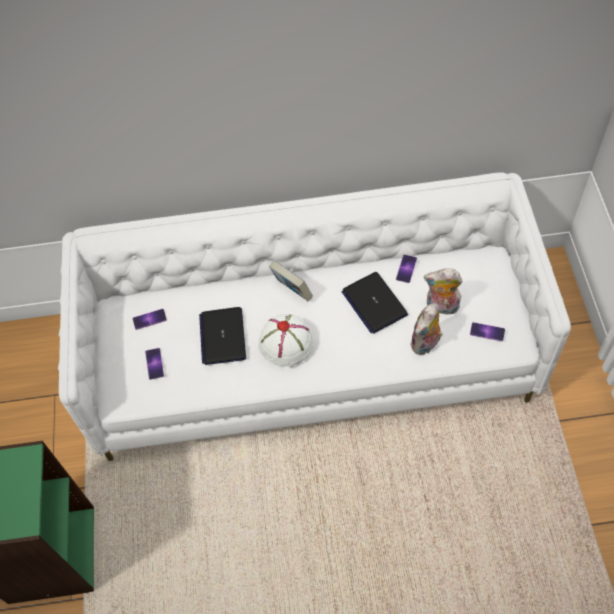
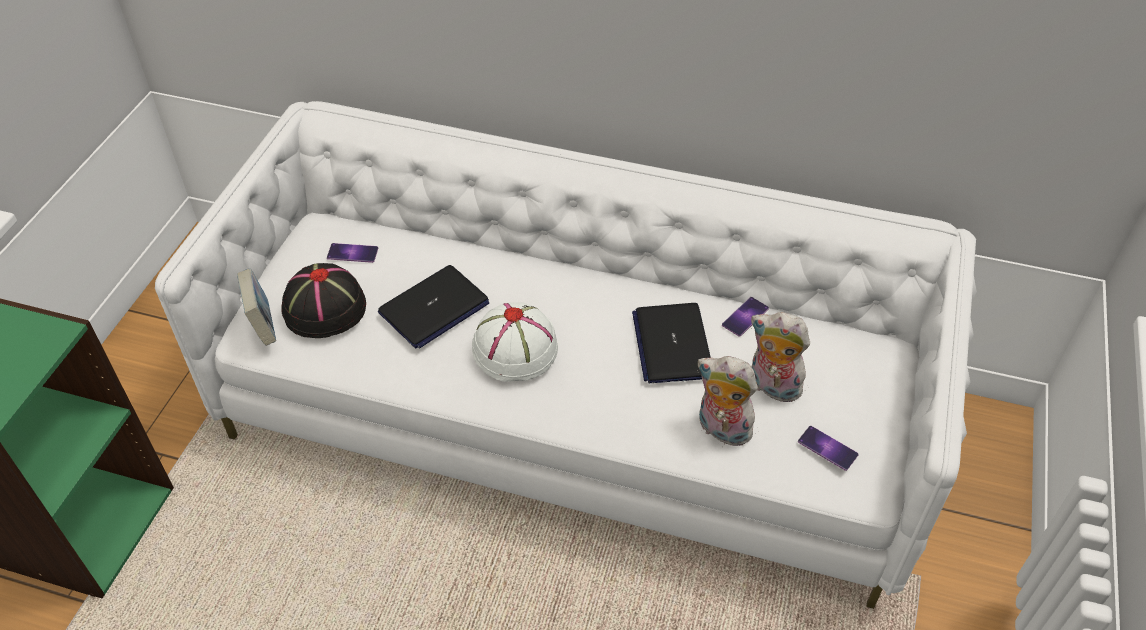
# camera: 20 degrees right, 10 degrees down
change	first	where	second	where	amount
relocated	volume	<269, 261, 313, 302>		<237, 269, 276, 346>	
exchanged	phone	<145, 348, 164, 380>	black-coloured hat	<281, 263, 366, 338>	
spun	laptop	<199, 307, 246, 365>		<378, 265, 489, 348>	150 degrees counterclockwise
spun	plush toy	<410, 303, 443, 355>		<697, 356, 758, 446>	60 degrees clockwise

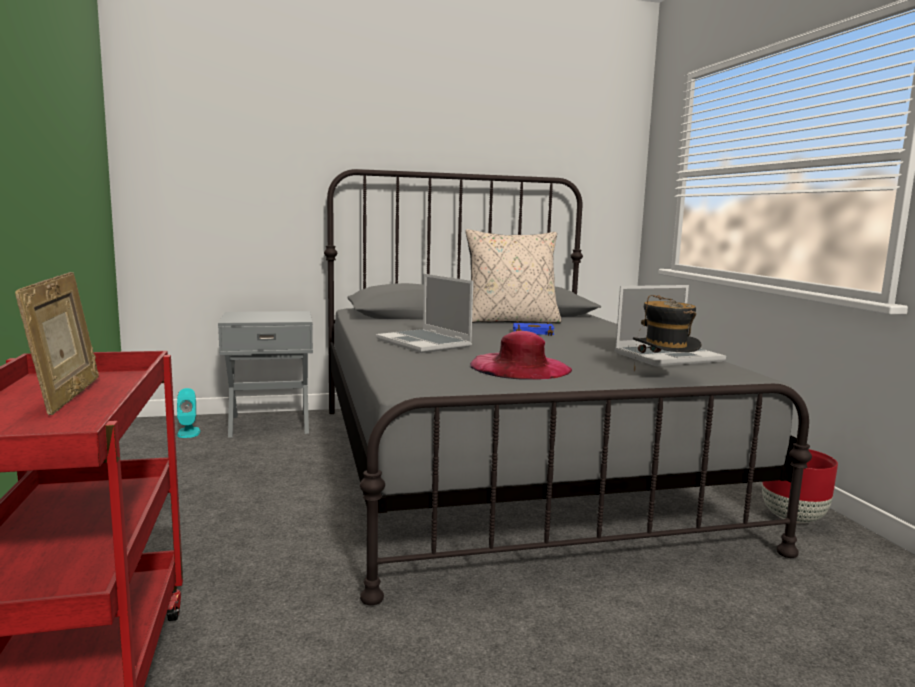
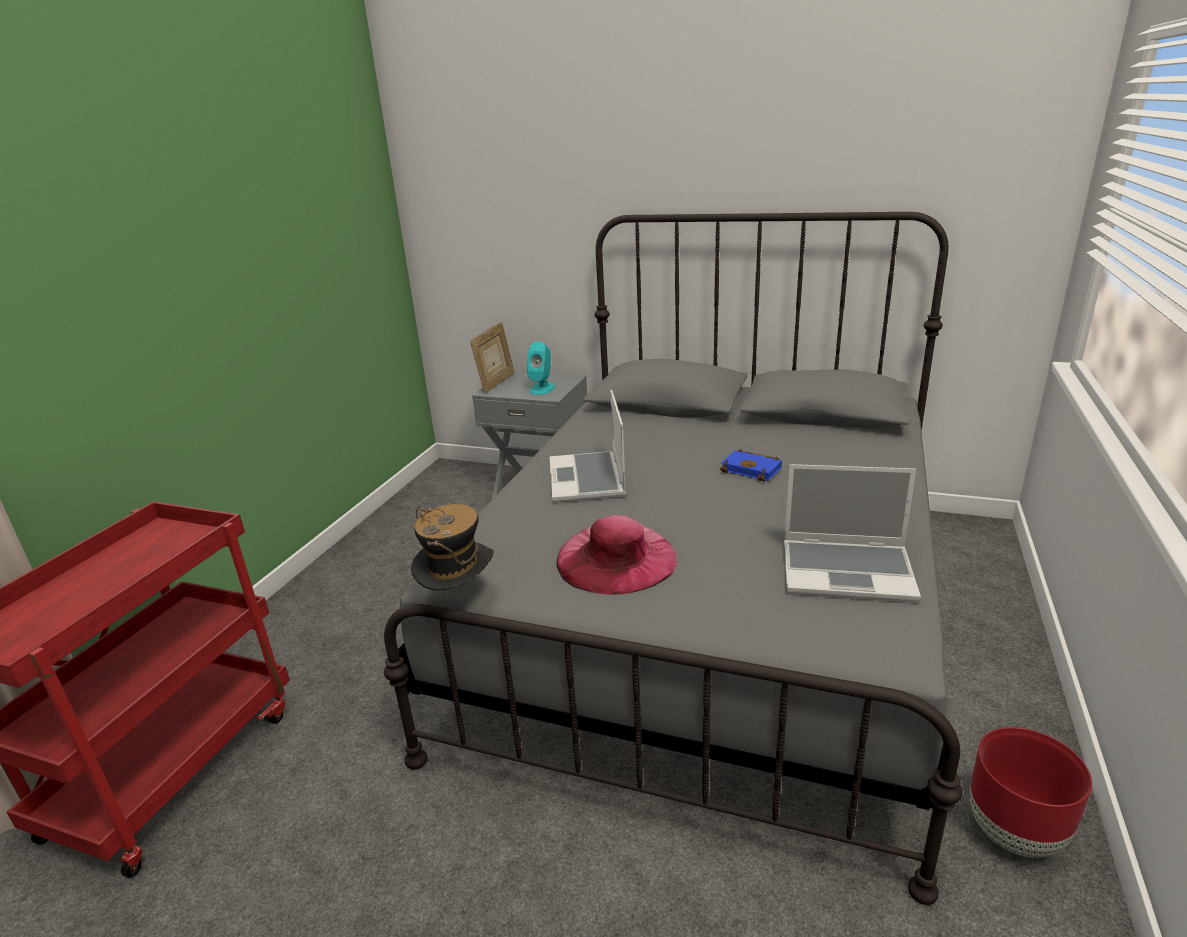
# camera: 35 degrees right, 15 degrees up
change	first	where	second	where	amount
missing	beige-coloured throw pillow	<465, 229, 561, 324>			
relocated	picture frame	<15, 272, 99, 415>		<470, 322, 515, 393>	
relocated	blue-green audio speaker	<177, 388, 200, 438>		<527, 341, 555, 395>	
relocated	hat	<633, 295, 701, 372>		<411, 504, 494, 590>	

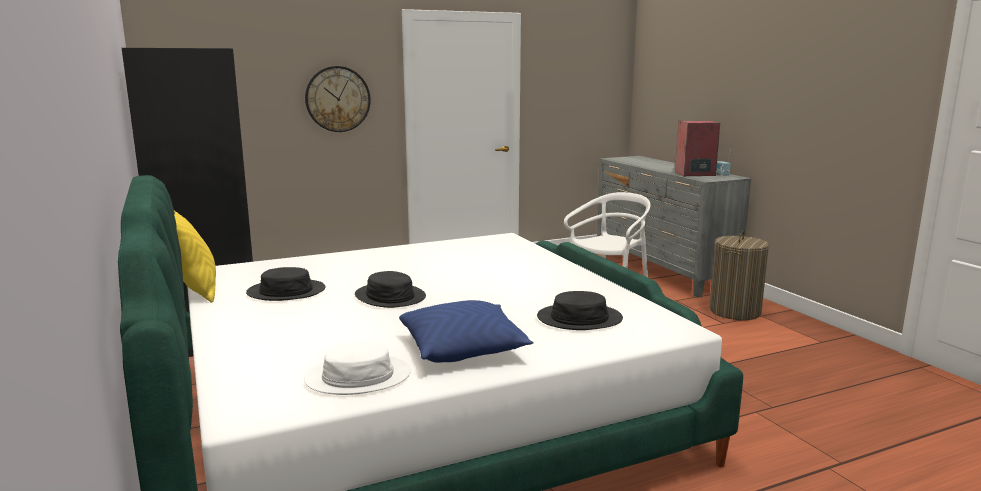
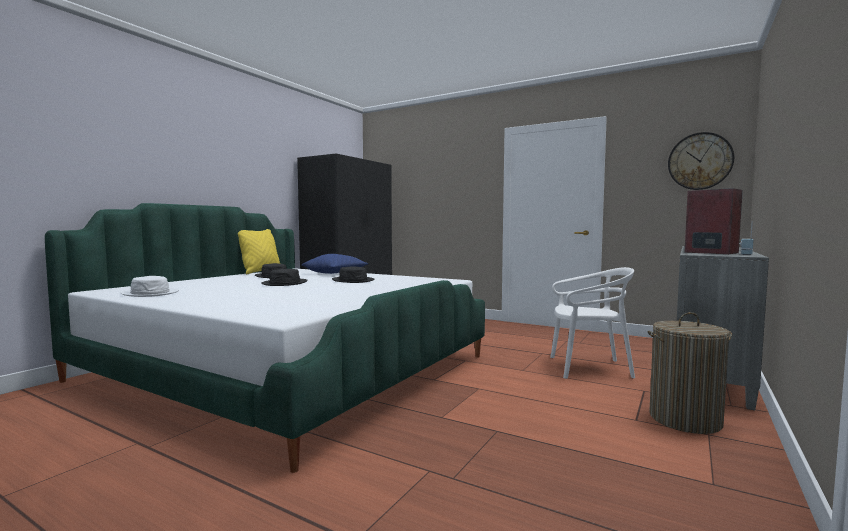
# camera: 55 degrees right, 10 degrees down
change	first	where	second	where	amount
relocated	hanging clock	<305, 66, 371, 132>		<668, 132, 734, 190>	
relocated	blue throw pillow	<399, 300, 534, 363>		<302, 254, 368, 274>	
relocated	black-coloured hat	<537, 291, 623, 330>		<332, 266, 374, 283>	

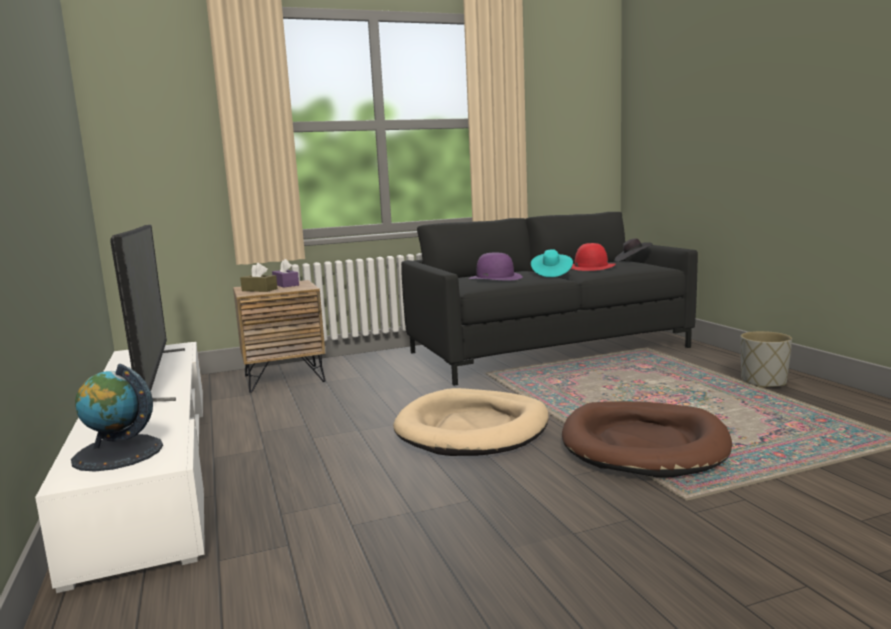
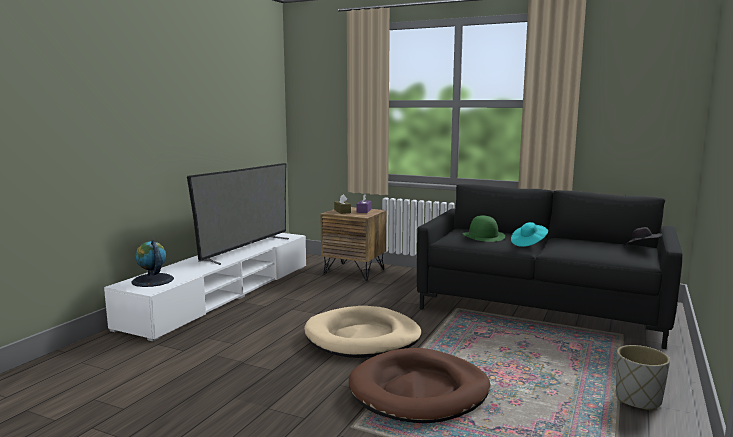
# camera: 45 degrees right, 0 degrees up
change	first	where	second	where	amount
missing	reddish hat	<571, 243, 616, 271>			
colour	purple-coloured hat	<468, 253, 523, 281>	greenish hat	<462, 215, 505, 242>	

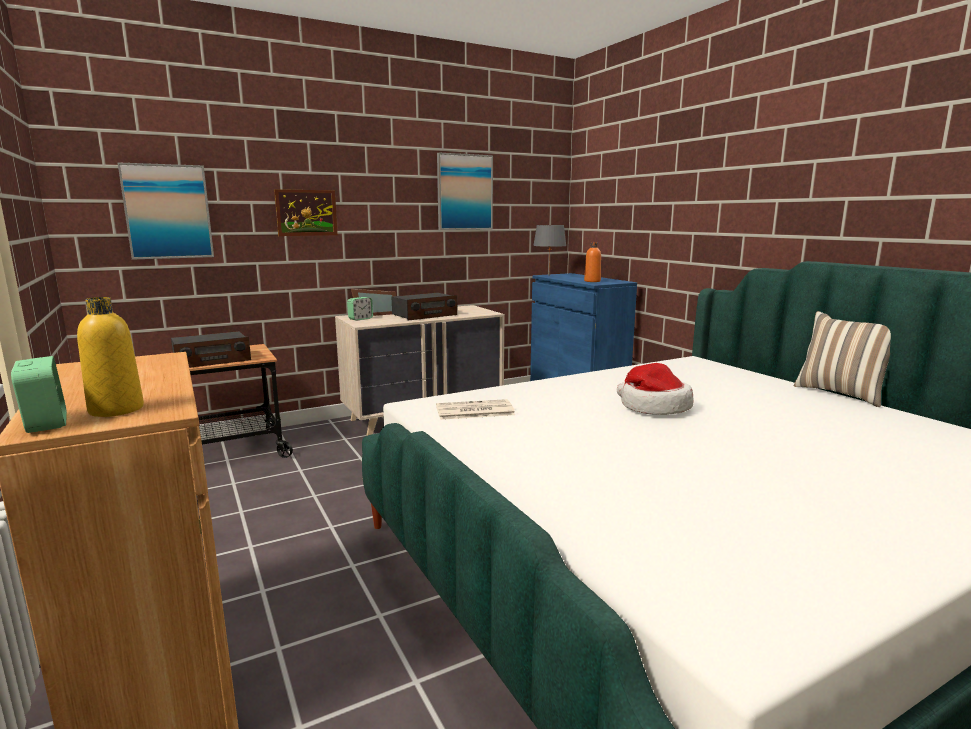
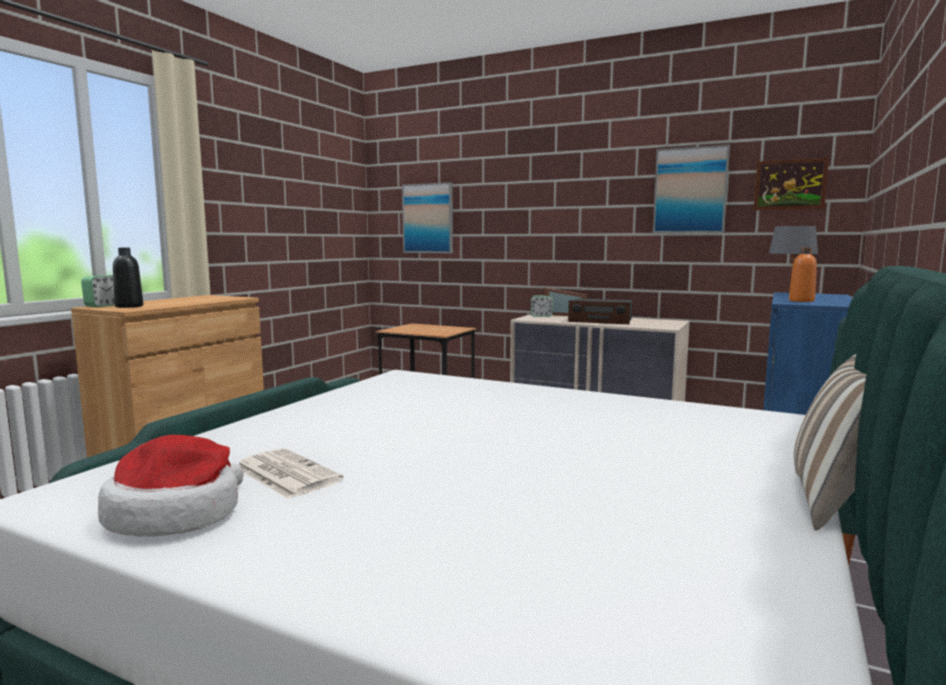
# camera: 55 degrees right, 5 degrees down
change	first	where	second	where	amount
missing	radio receiver	<171, 331, 251, 368>			
relocated	wall picture	<274, 189, 338, 236>		<754, 158, 829, 210>	
relocated	printed paper	<436, 399, 515, 420>		<239, 448, 343, 499>	
relocated	hat	<617, 363, 694, 415>		<98, 435, 243, 537>	
colour	yellow bottle	<77, 297, 144, 417>	black-coloured bottle	<113, 248, 143, 308>	

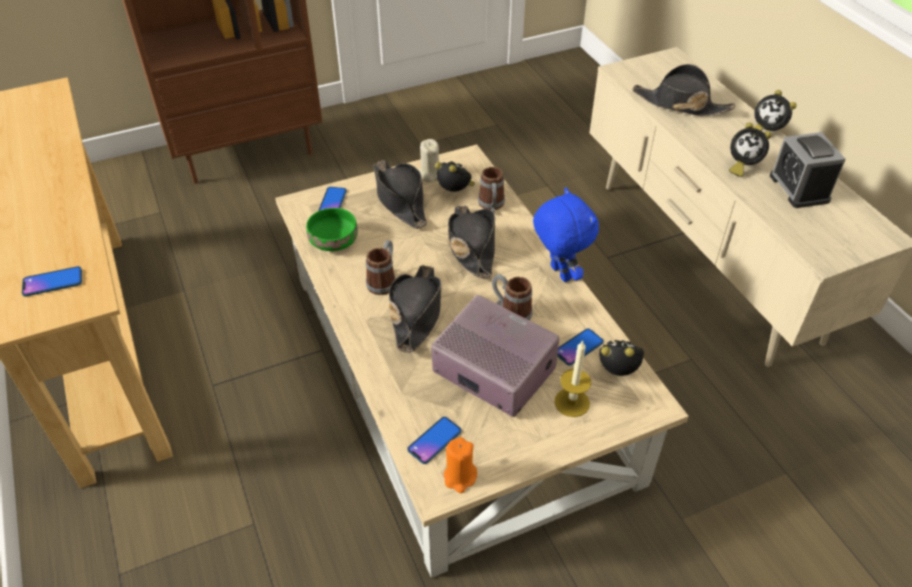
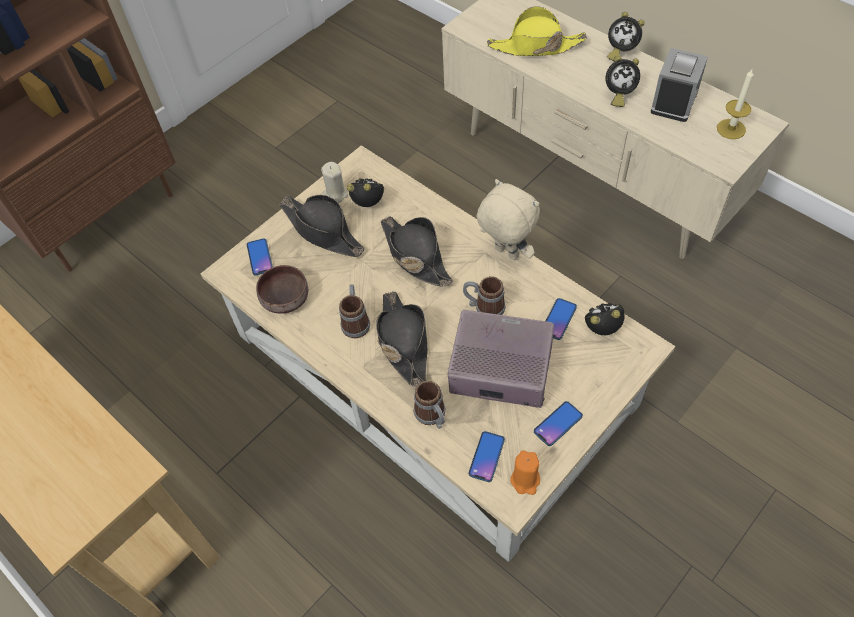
# camera: 20 degrees left, 10 degrees up
change	first	where	second	where	amount
relocated	phone	<22, 266, 82, 296>		<534, 401, 583, 446>	
relocated	tea mug	<478, 167, 505, 212>		<414, 381, 446, 429>	
relocated	candle	<554, 340, 591, 417>		<717, 69, 753, 139>	
colour	greenish deep dish	<306, 208, 358, 251>	brown deep dish	<256, 265, 308, 314>	
colour	blue plush toy	<533, 187, 599, 282>	beige-coloured plush toy	<477, 179, 540, 260>	
colour	black-coloured hat	<632, 64, 735, 116>	yellow hat	<487, 6, 587, 56>	
spun	bedside clock	<770, 132, 846, 208>		<651, 48, 708, 122>	120 degrees counterclockwise

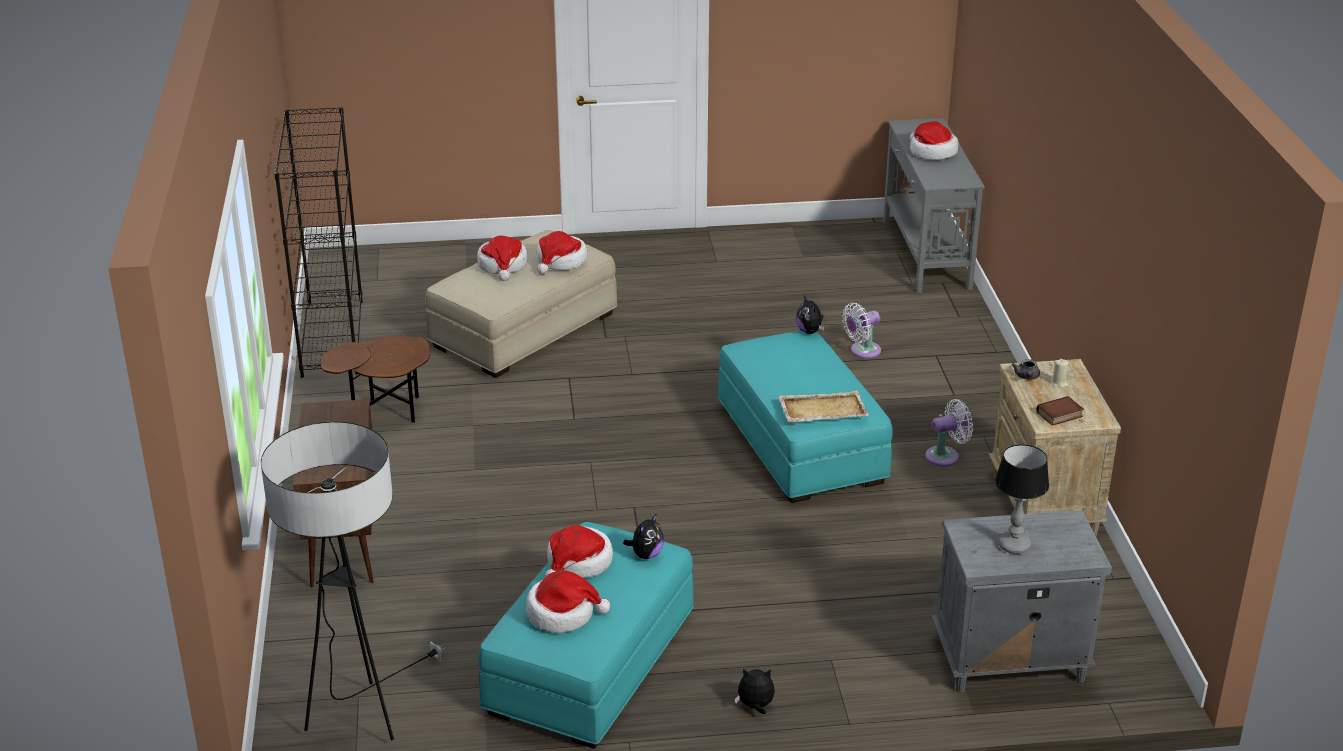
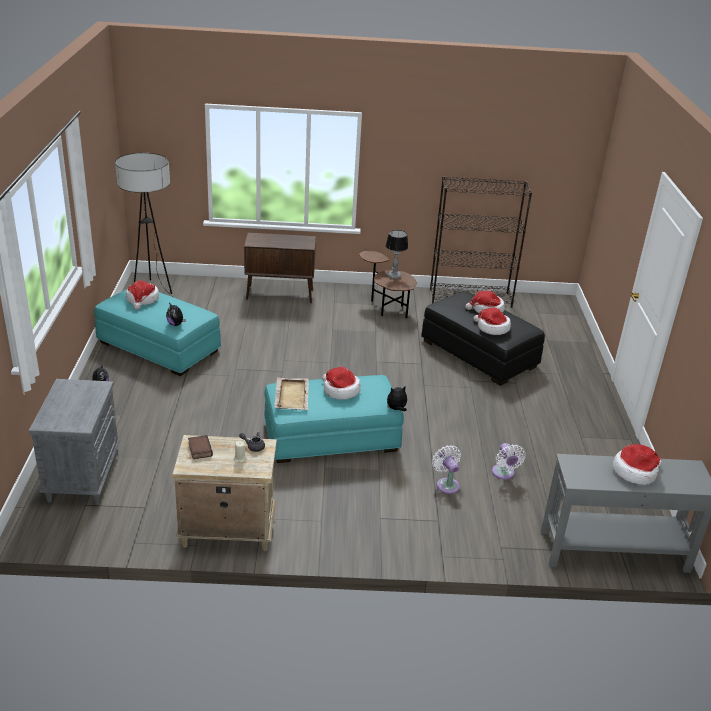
# camera: 95 degrees right, 0 degrees up
change	first	where	second	where	amount
relocated	hat	<545, 525, 613, 578>		<322, 367, 361, 400>	
relocated	white electric fan	<925, 399, 973, 466>		<492, 443, 525, 480>	
relocated	tabletop lamp	<995, 444, 1049, 554>		<386, 230, 408, 279>	
colour	beige-coloured ottoman	<425, 230, 617, 378>	black-coloured ottoman	<421, 291, 545, 386>	

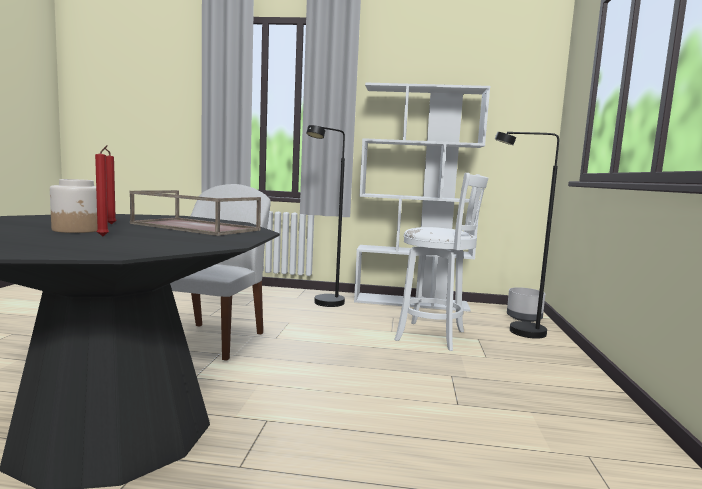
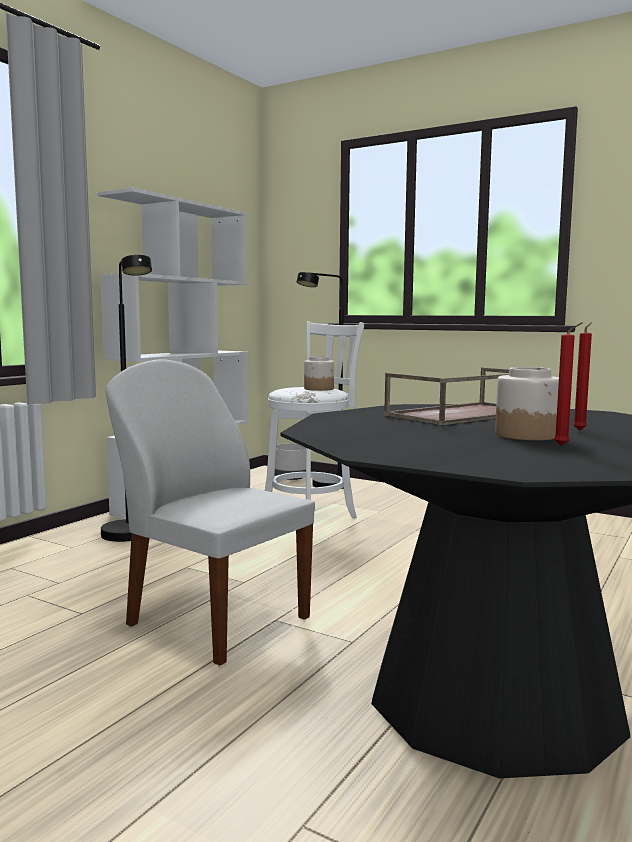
# camera: 65 degrees left, 0 degrees up
change	first	where	second	where	amount
appeared			preserve jar	<304, 356, 334, 391>	
relocated	reddish candle	<105, 149, 117, 225>		<554, 322, 583, 446>	

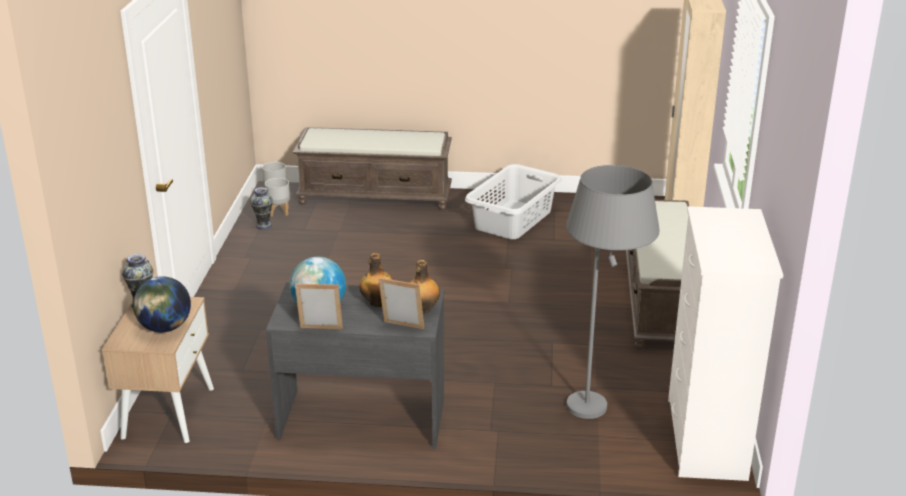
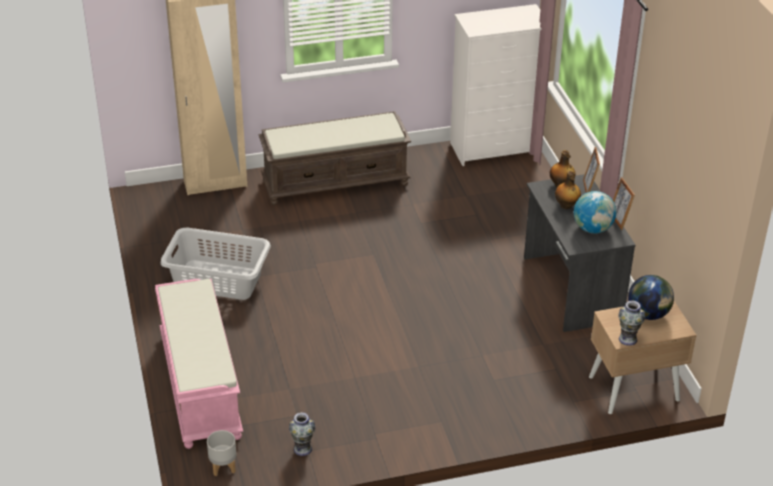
# camera: 110 degrees left, 10 degrees up
change	first	where	second	where	amount
missing	greyish plant pot	<265, 178, 290, 217>			
missing	greyish standing lamp	<566, 165, 659, 419>			
colour	brown long seat	<293, 127, 452, 210>	pink long seat	<155, 279, 243, 449>	

